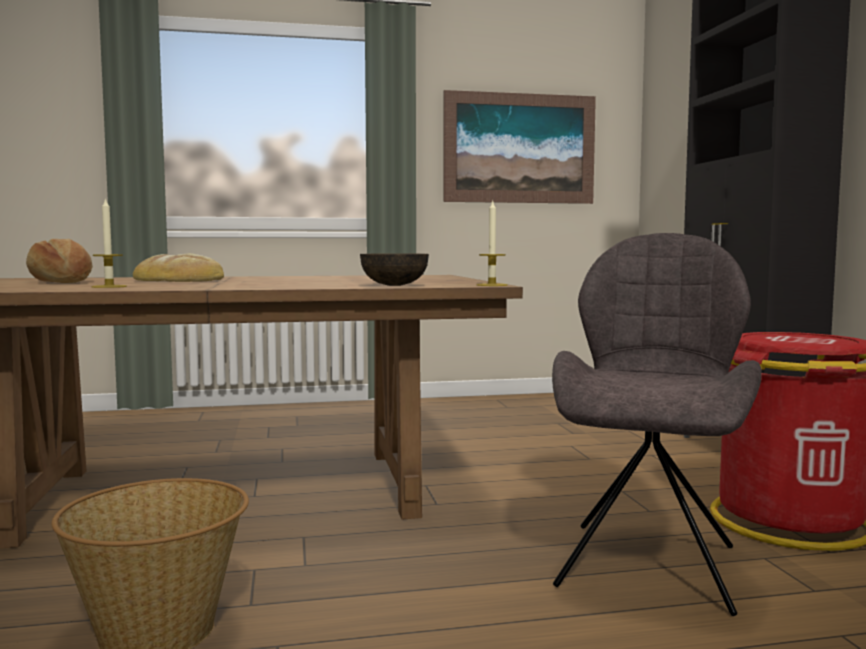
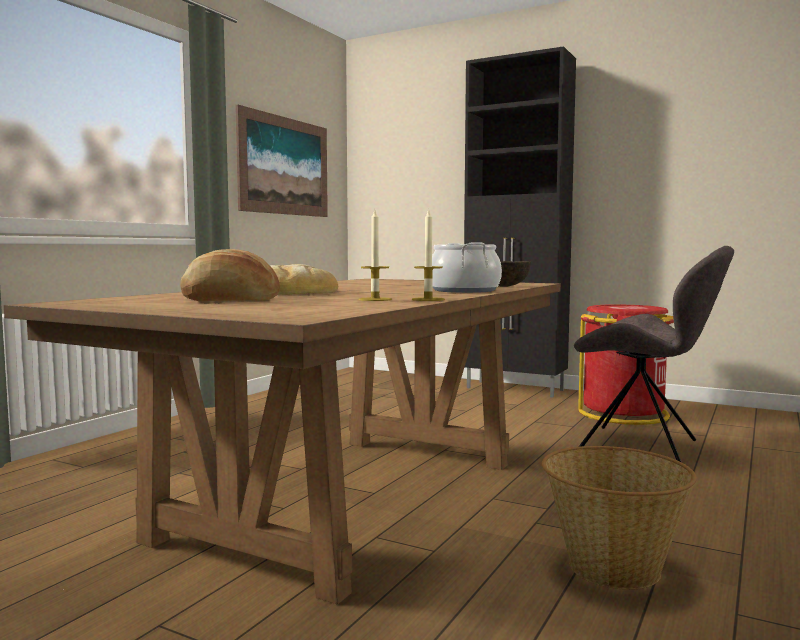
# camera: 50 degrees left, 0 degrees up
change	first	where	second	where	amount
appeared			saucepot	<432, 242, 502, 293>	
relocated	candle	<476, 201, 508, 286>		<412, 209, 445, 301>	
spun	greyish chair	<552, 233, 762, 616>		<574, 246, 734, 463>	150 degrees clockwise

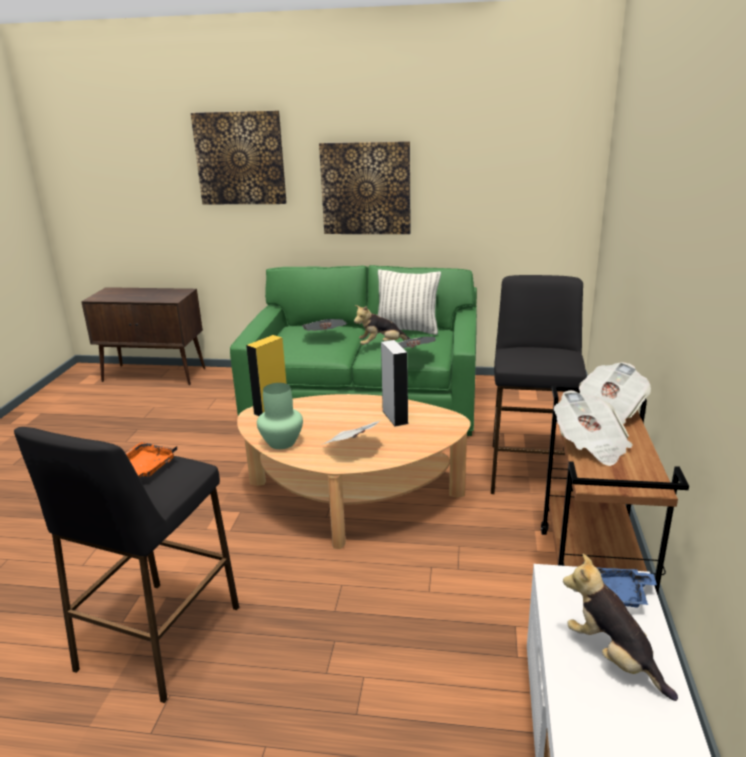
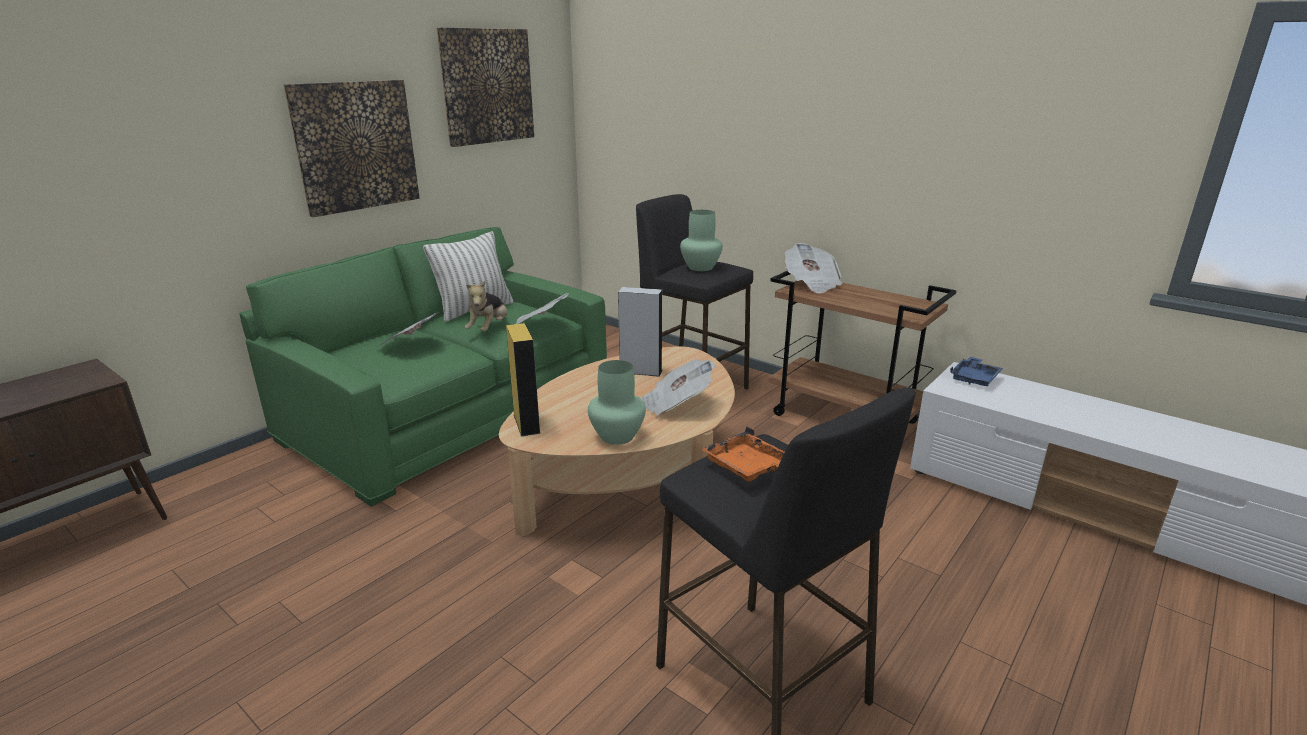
# camera: 60 degrees left, 0 degrees up
change	first	where	second	where	amount
missing	printed paper	<554, 390, 633, 466>			
missing	plush toy	<563, 554, 678, 701>			
appeared			greenish vase	<680, 210, 723, 271>	
relocated	wall picture	<191, 111, 287, 204>		<437, 28, 534, 147>	

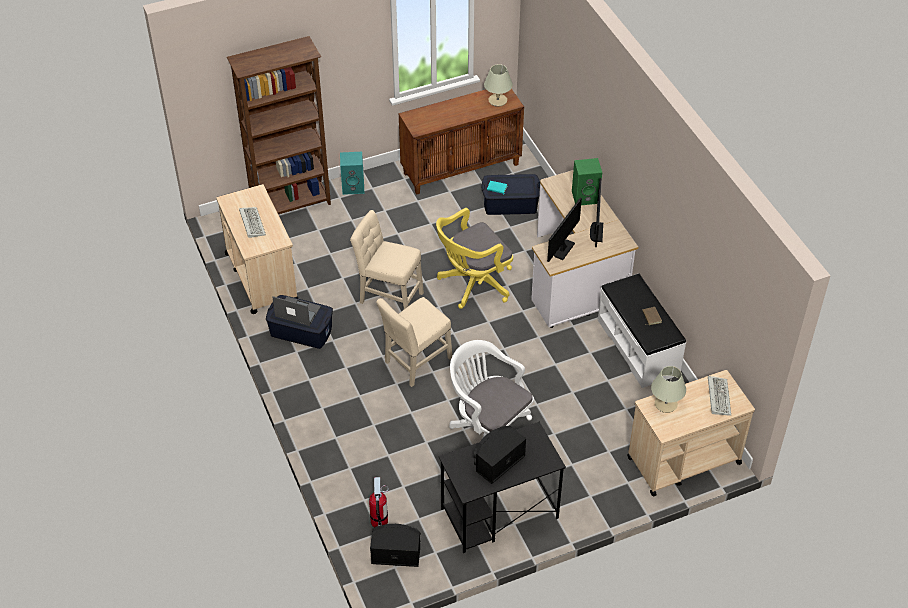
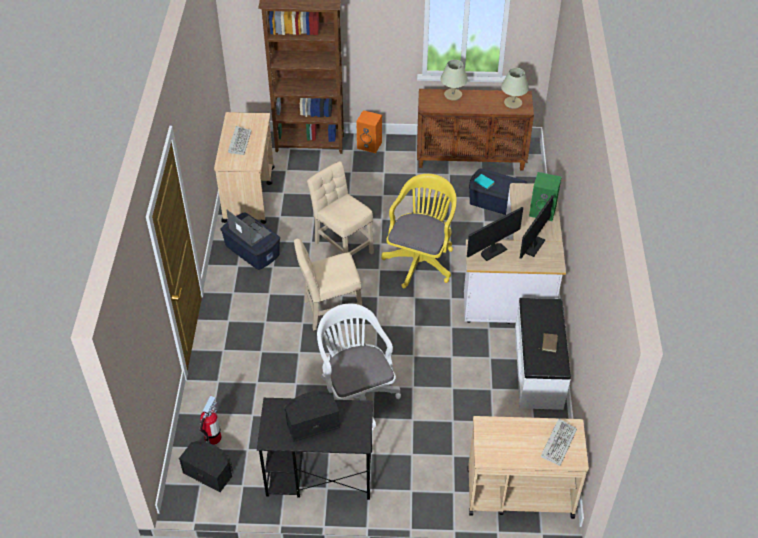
# camera: 25 degrees right, 0 degrees up
change	first	where	second	where	amount
relocated	beige-coloured tabletop lamp	<651, 366, 686, 413>		<441, 60, 468, 100>	
colour	blue-green audio speaker	<340, 152, 364, 195>	orange audio speaker	<356, 110, 382, 153>	
spun	yellow desk chair	<436, 208, 513, 309>		<381, 174, 456, 288>	120 degrees clockwise

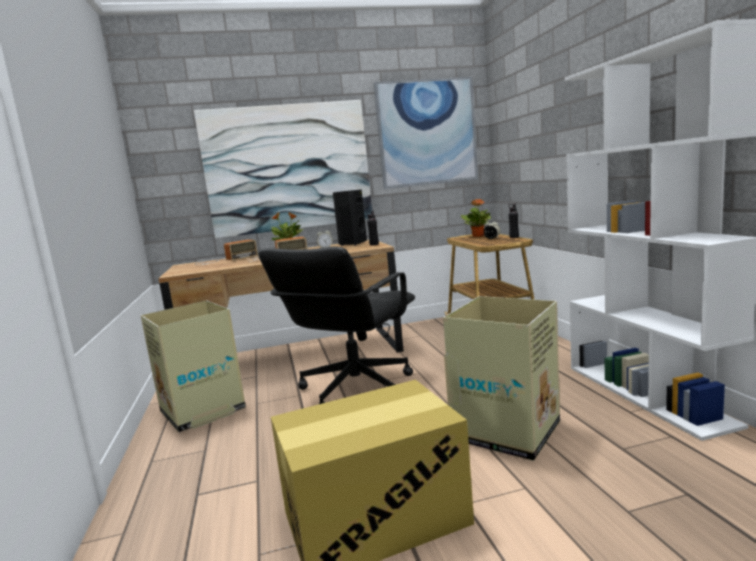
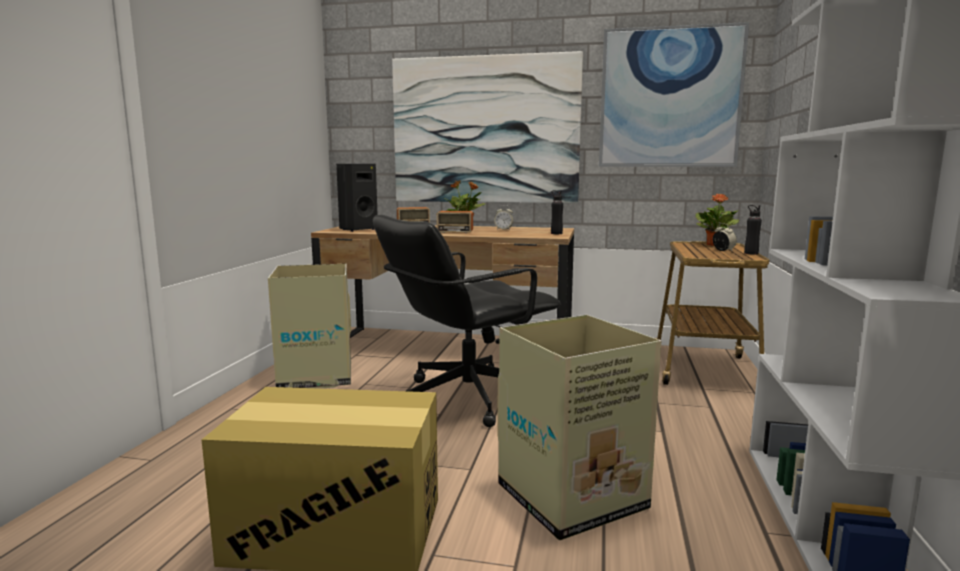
# camera: 25 degrees right, 0 degrees up
change	first	where	second	where	amount
relocated	black-coloured audio speaker	<333, 189, 367, 246>		<336, 164, 378, 232>	

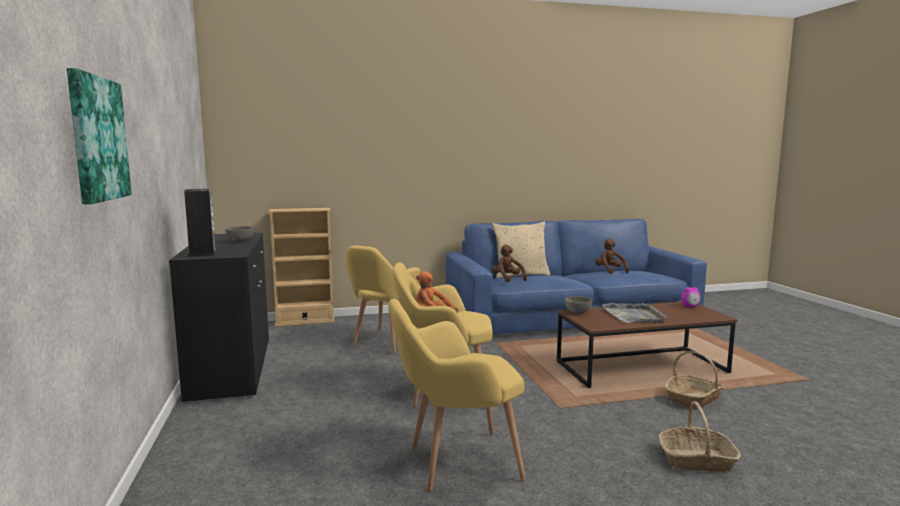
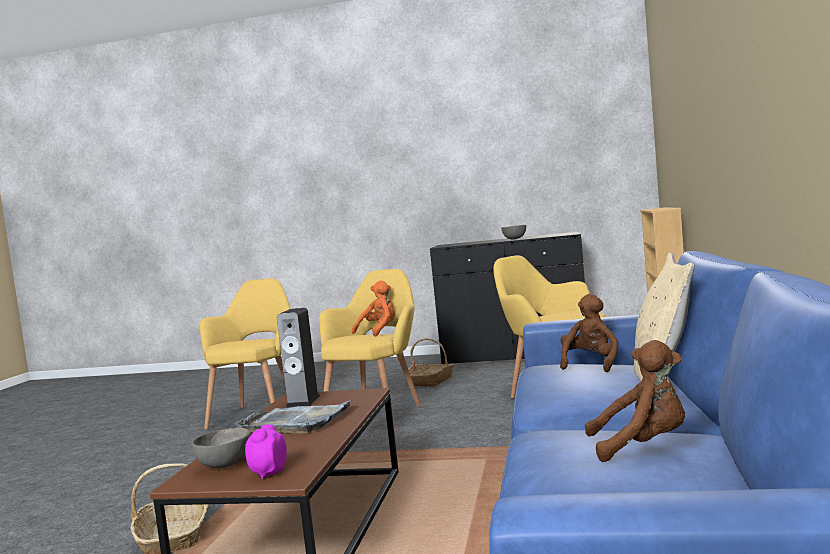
# camera: 115 degrees right, 5 degrees down
change	first	where	second	where	amount
missing	wall picture	<67, 68, 132, 204>			
relocated	audio speaker	<184, 189, 218, 257>		<277, 308, 320, 408>	
relocated	greyish deep dish	<565, 296, 592, 314>		<191, 428, 251, 468>	
relocated	household basket	<658, 401, 741, 472>		<408, 338, 454, 387>	
spun	brown plush toy	<492, 244, 527, 282>		<560, 294, 618, 372>	60 degrees counterclockwise

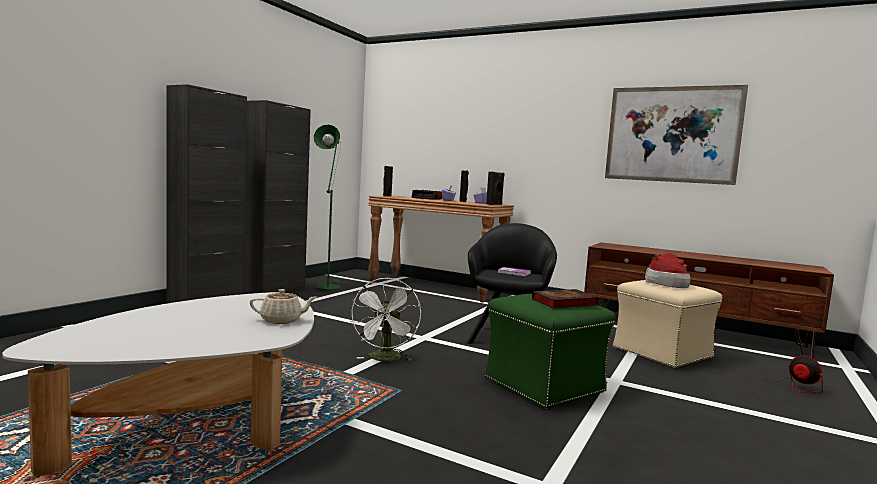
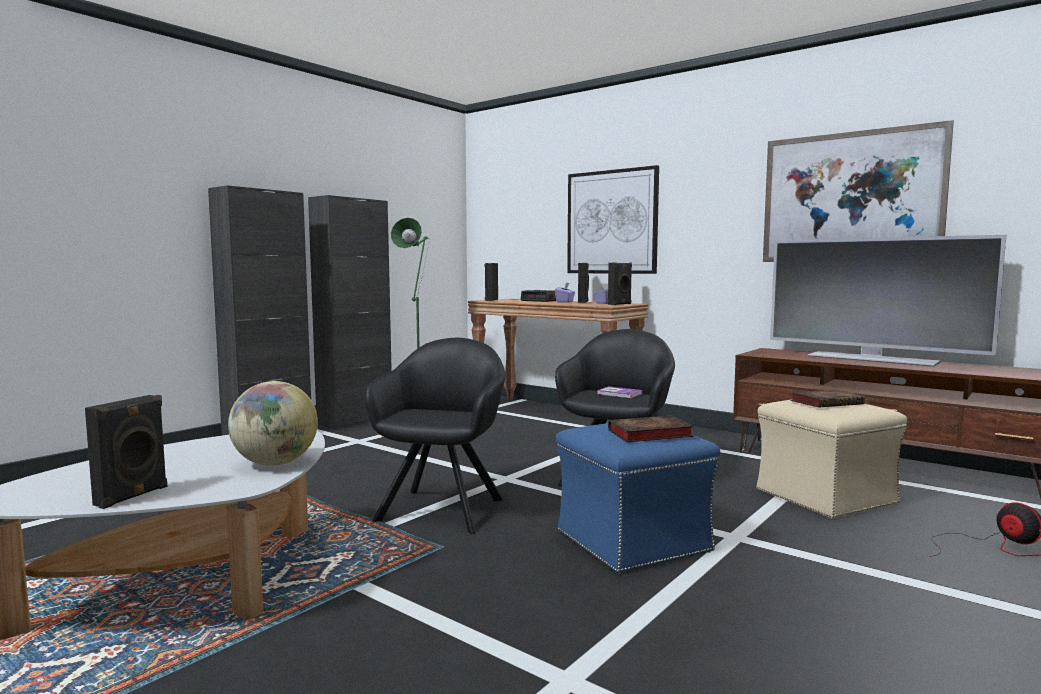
# camera: 10 degrees right, 0 degrees up
change	first	where	second	where	amount
appeared			black-coloured audio speaker	<85, 395, 167, 509>	
appeared			wall picture	<567, 165, 659, 274>	
appeared			television	<770, 235, 1006, 367>	
exchanged	beige-coloured teapot	<250, 289, 316, 324>	world globe	<228, 381, 318, 466>	
exchanged	white electric fan	<350, 278, 421, 362>	black-coloured lounge chair	<365, 338, 505, 534>	
exchanged	hat	<645, 253, 691, 288>	volume	<790, 390, 865, 408>	
colour	greenish ottoman	<485, 294, 615, 409>	blue ottoman	<556, 423, 720, 574>	

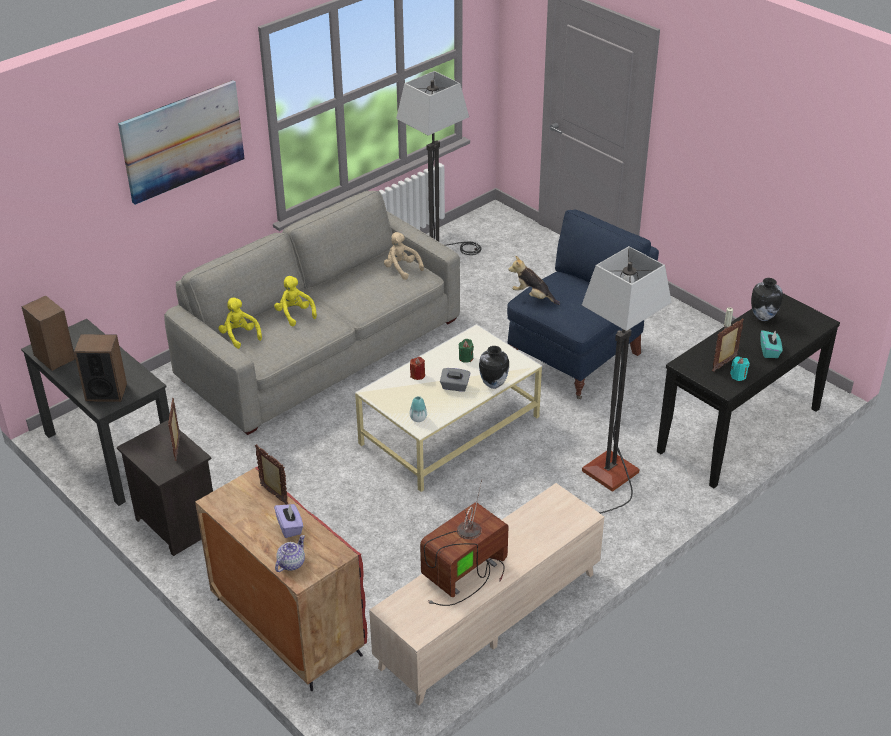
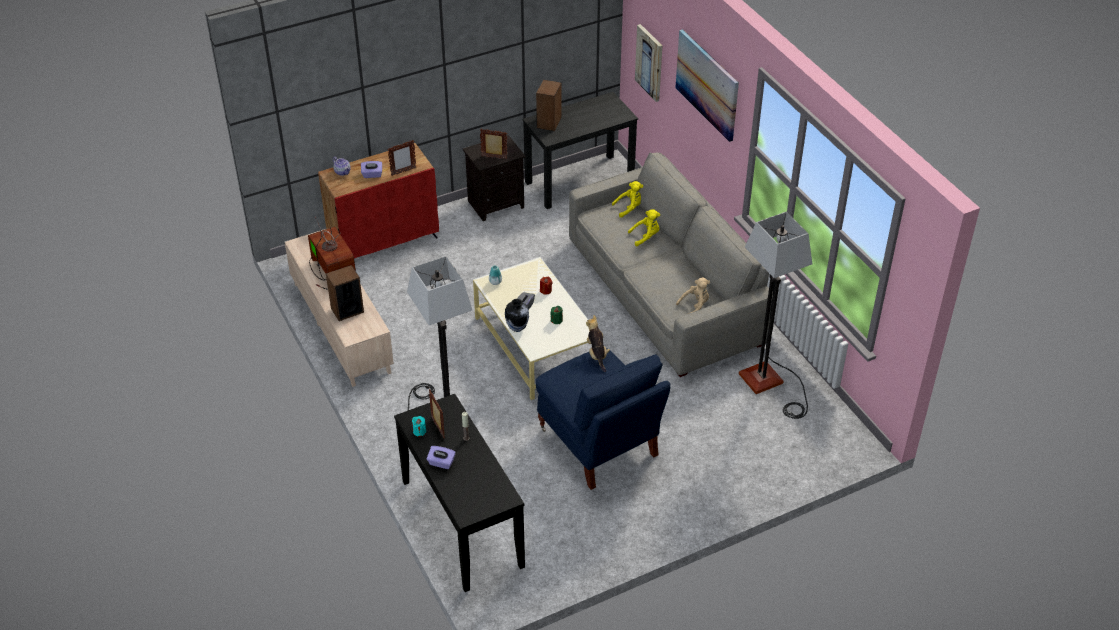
# camera: 105 degrees right, 5 degrees up
change	first	where	second	where	amount
missing	vase	<751, 278, 783, 321>			
appeared			wall picture	<635, 24, 662, 102>	
relocated	audio speaker	<21, 295, 75, 371>		<326, 265, 364, 321>	
colour	blue-green box of tissues	<760, 330, 782, 358>	purple-coloured box of tissues	<427, 446, 456, 469>	
spun	plush toy	<508, 256, 560, 305>		<586, 315, 610, 372>	60 degrees counterclockwise

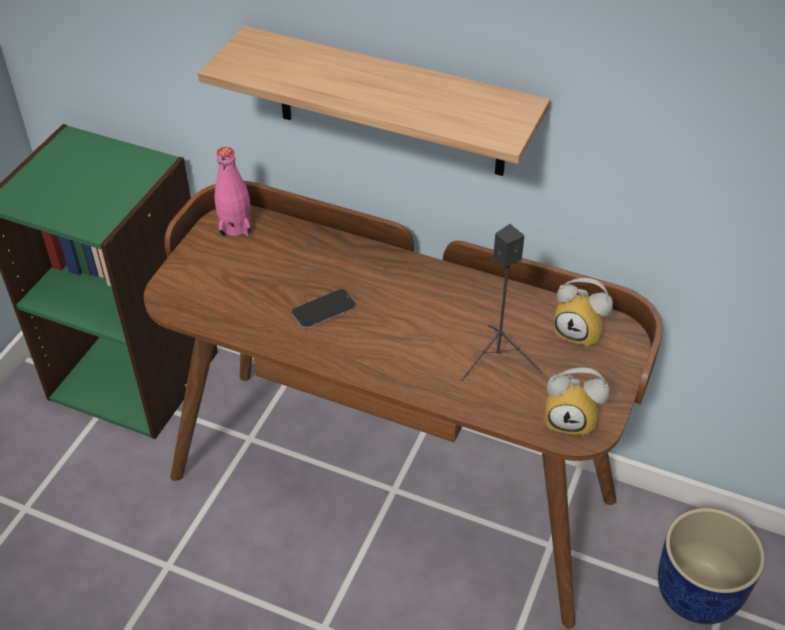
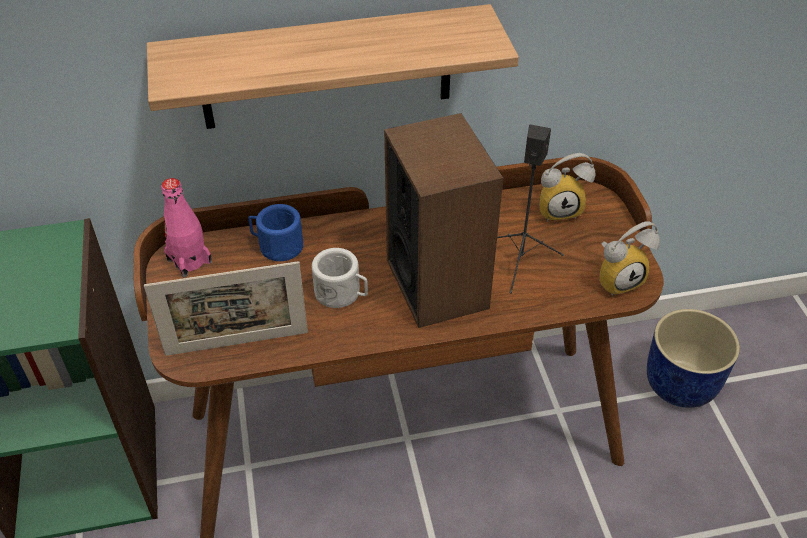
# camera: 35 degrees left, 0 degrees up
change	first	where	second	where	amount
appeared			picture frame	<144, 261, 308, 356>	
appeared			blue tea mug	<248, 204, 303, 261>	
appeared			audio speaker	<384, 113, 503, 328>	
exchanged	phone	<292, 289, 356, 329>	white tea mug	<312, 248, 368, 308>	

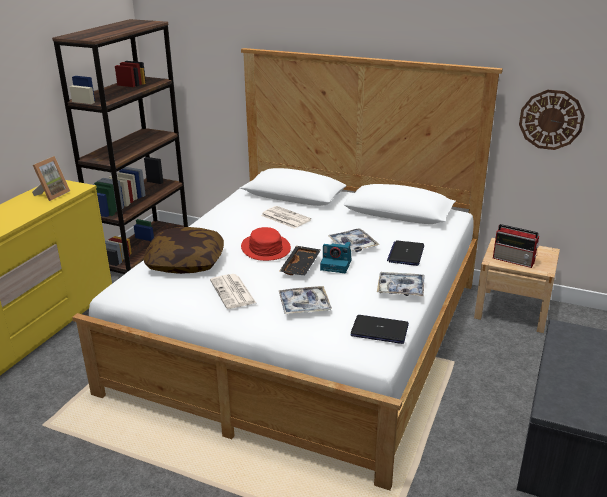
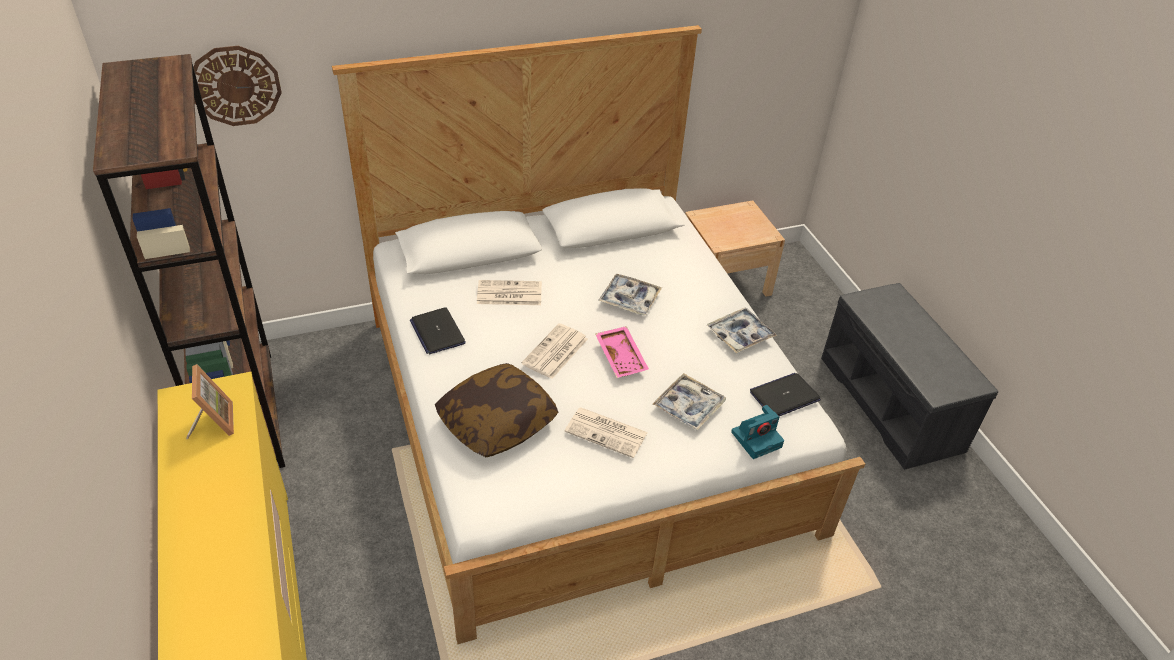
# camera: 45 degrees left, 15 degrees up
change	first	where	second	where	amount
missing	radio receiver	<493, 224, 540, 268>			
relocated	photo camera	<320, 242, 352, 273>		<731, 405, 784, 459>	
relocated	laptop	<387, 241, 424, 266>		<410, 307, 466, 355>	
relocated	hanging clock	<519, 90, 585, 150>		<194, 46, 282, 126>	
exchanged	reddish hat	<241, 227, 291, 261>	printed paper	<522, 323, 588, 379>	
colour	black-coloured serving tray	<280, 246, 321, 275>	pink serving tray	<596, 326, 649, 378>	

